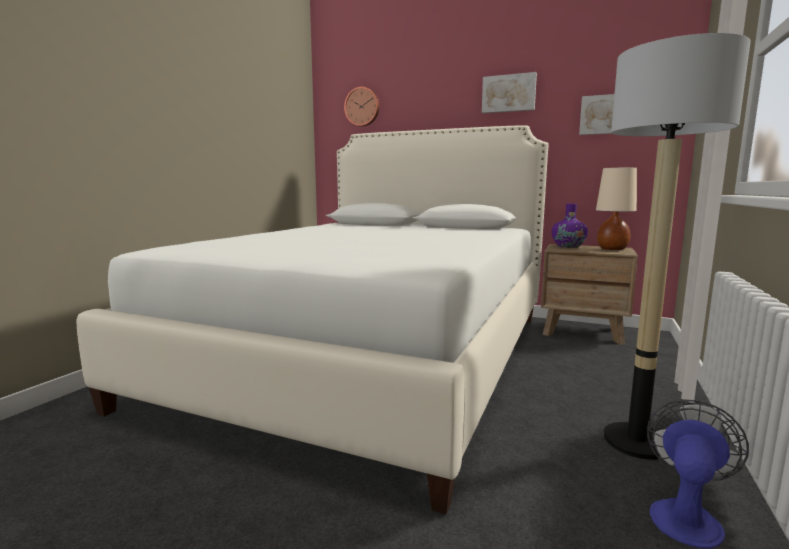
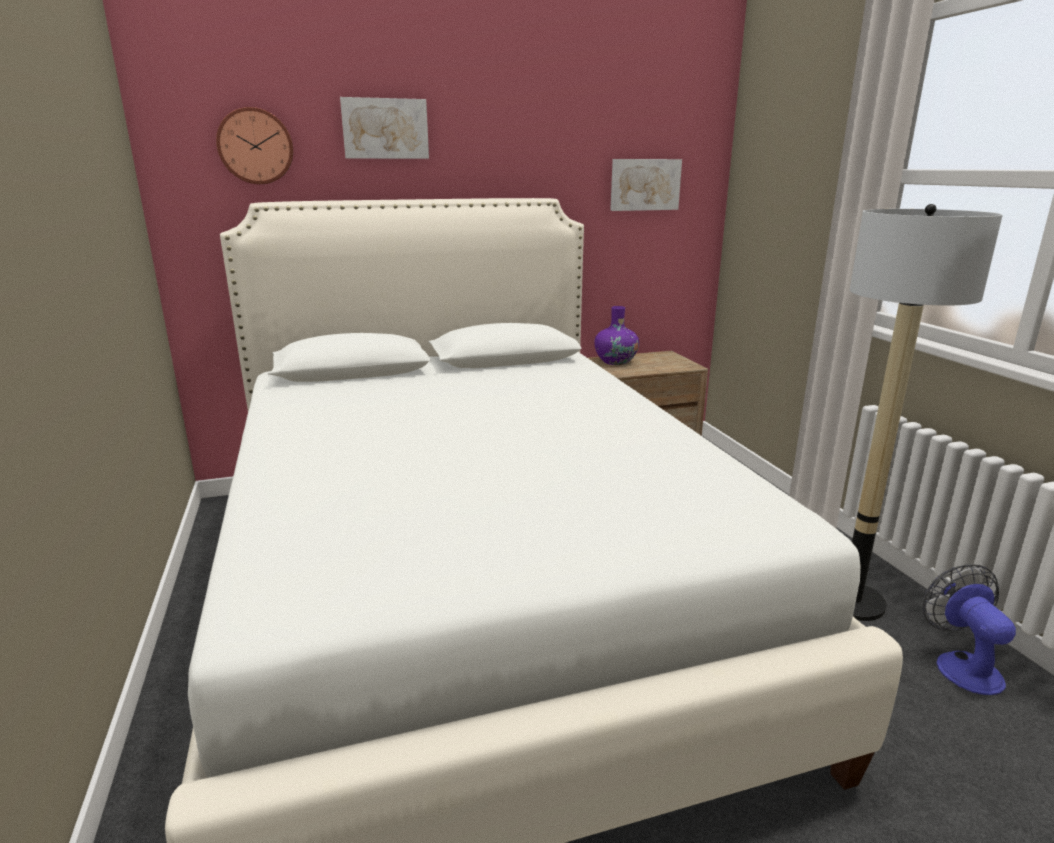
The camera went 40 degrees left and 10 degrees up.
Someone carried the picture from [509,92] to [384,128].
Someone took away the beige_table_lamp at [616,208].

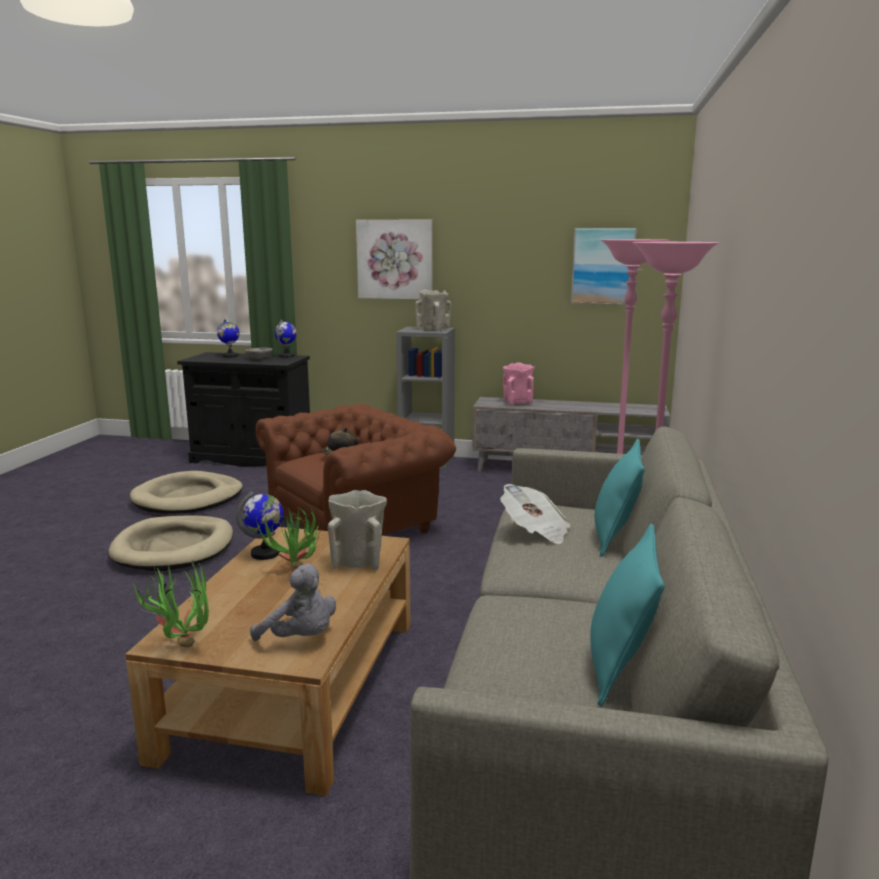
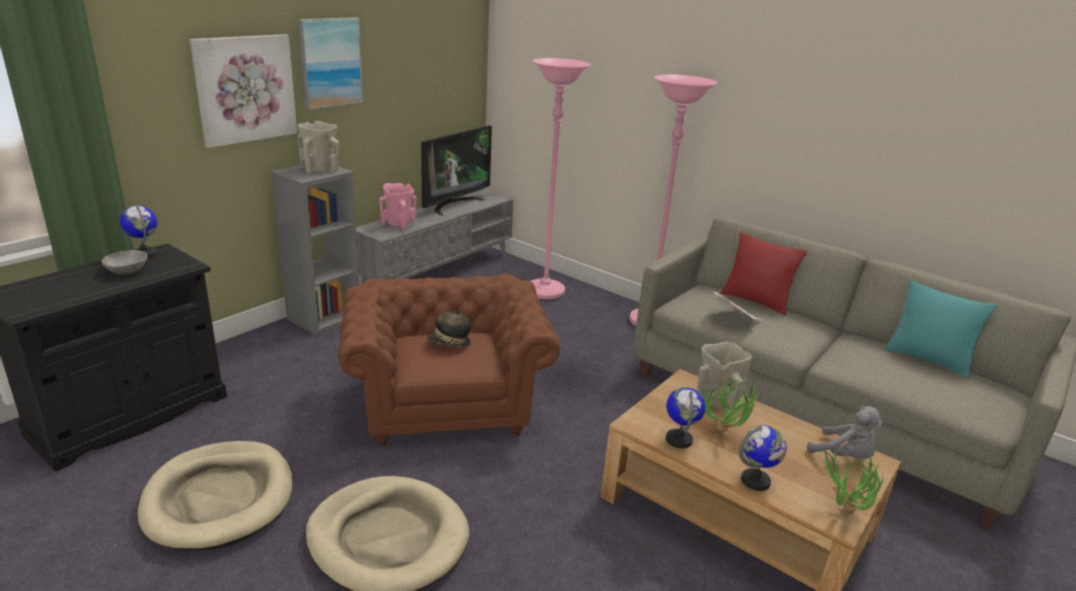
The camera went 65 degrees left and 10 degrees up.
Someone carried the picture from [604,266] to [330,63].
Someone put down the television at [456,170].
Someone repainted the turquoise-coloured_cushion at [620,498], which became the red_cushion at [764,273].
Someone carried the globe from [228,338] to [763,458].
Someone rotated the greyish_plush_toy at [293,602] by 75 degrees clockwise.

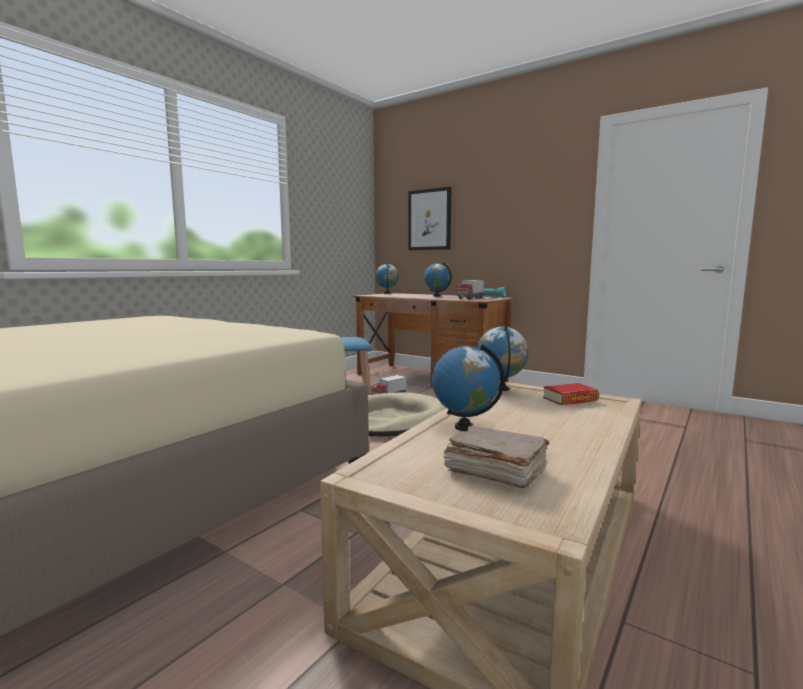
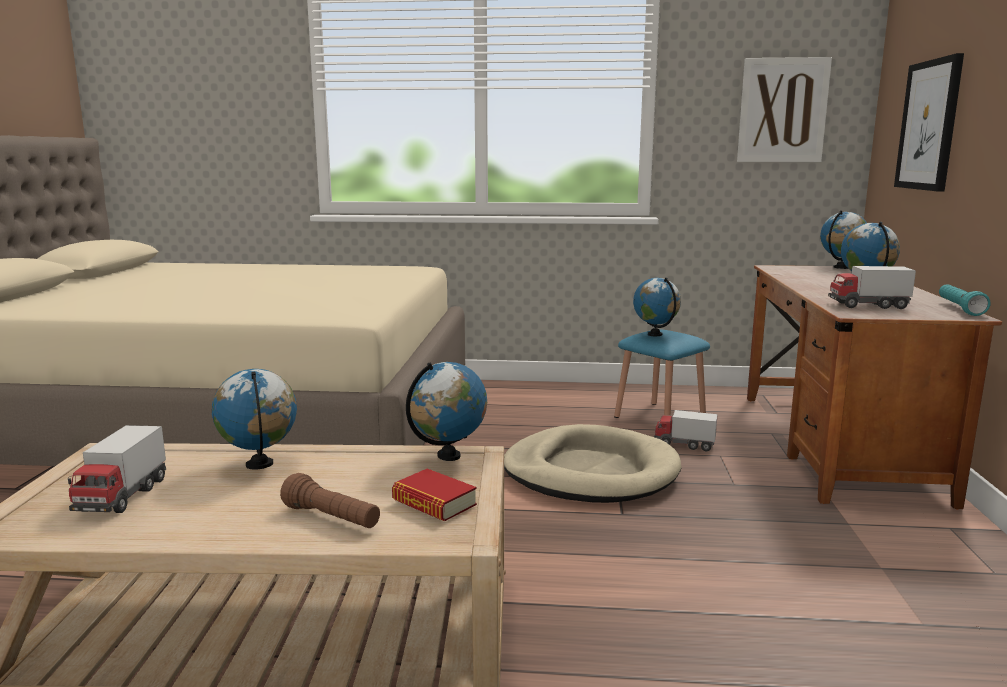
The camera went 60 degrees right and 5 degrees up.
Someone swapped the brown_book at [496,456] for the toy_lorry at [117,469].
Someone put down the brown_flashlight at [330,500].
Someone put down the globe at [657,306].
Someone put up the picture at [784,109].

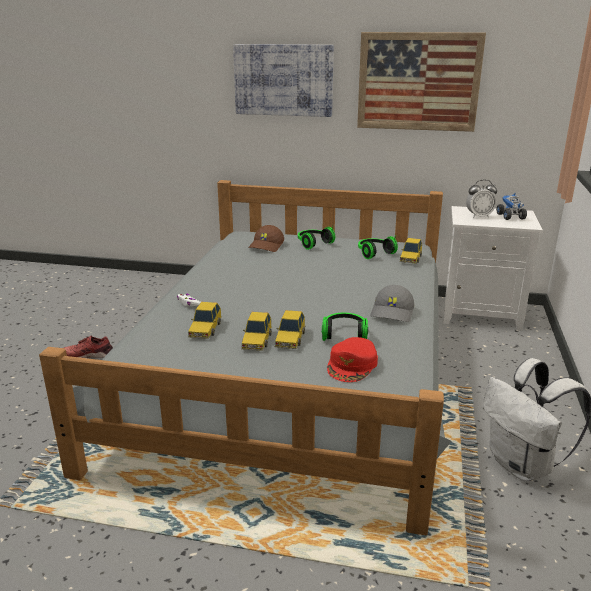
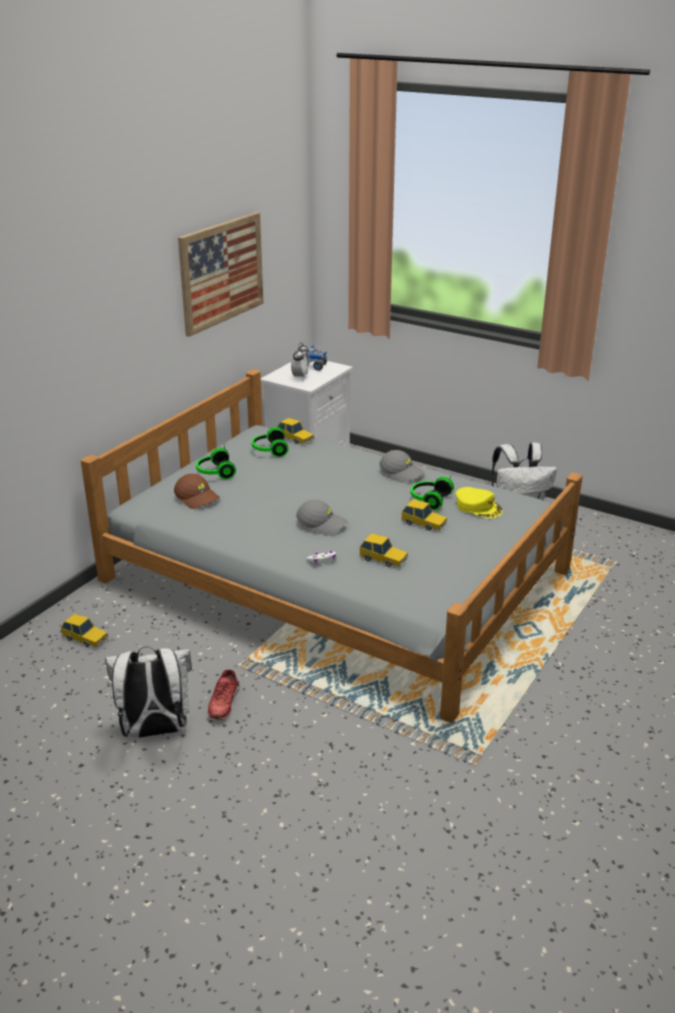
The camera went 70 degrees left and 5 degrees up.
Someone carried the model_car from [256,331] to [85,630].
Someone put down the white_knapsack at [148,692].
Someone put down the greyish_baseball_cap at [321,518].
Someone repainted the red_baseball_cap at [352,359], which became the yellow-coloured_baseball_cap at [479,502].
Someone took away the picture at [283,80].

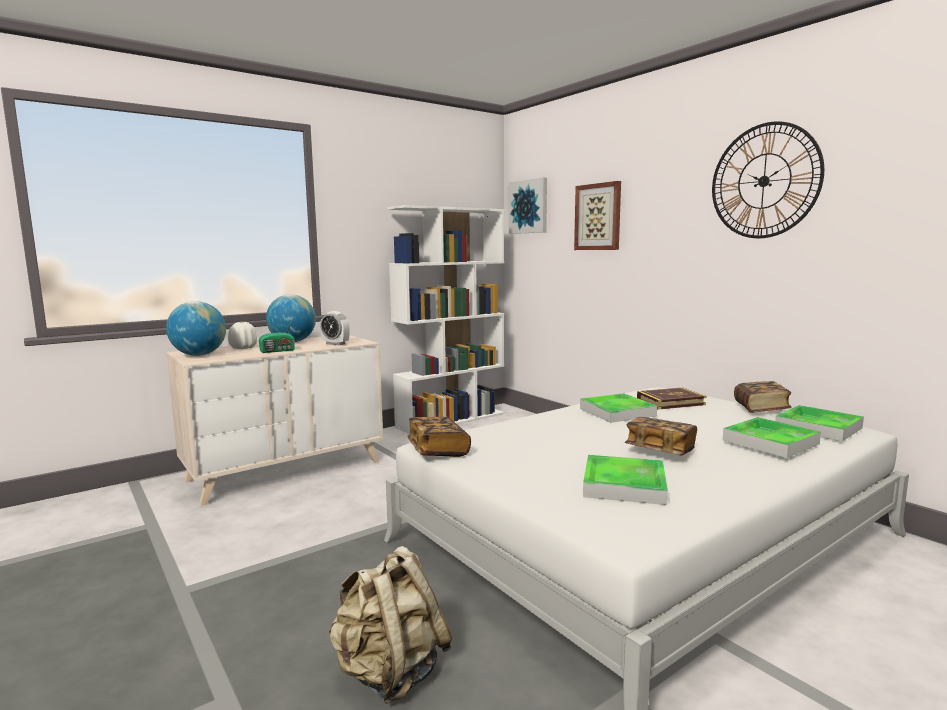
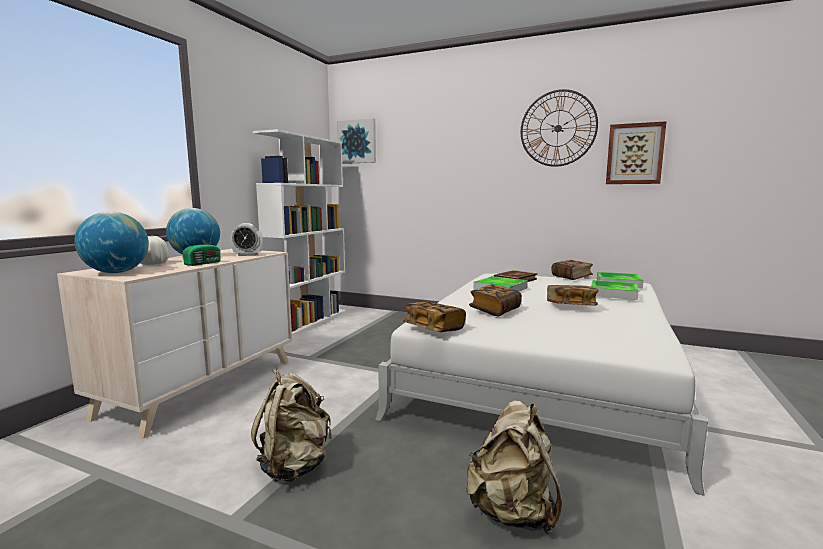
The camera went 30 degrees left and 0 degrees up.
Someone put down the beige_knapsack at [291,425].
Someone put down the book at [495,300].
Someone carried the picture from [597,215] to [636,152].
Someone took away the carrying_tray at [625,480].

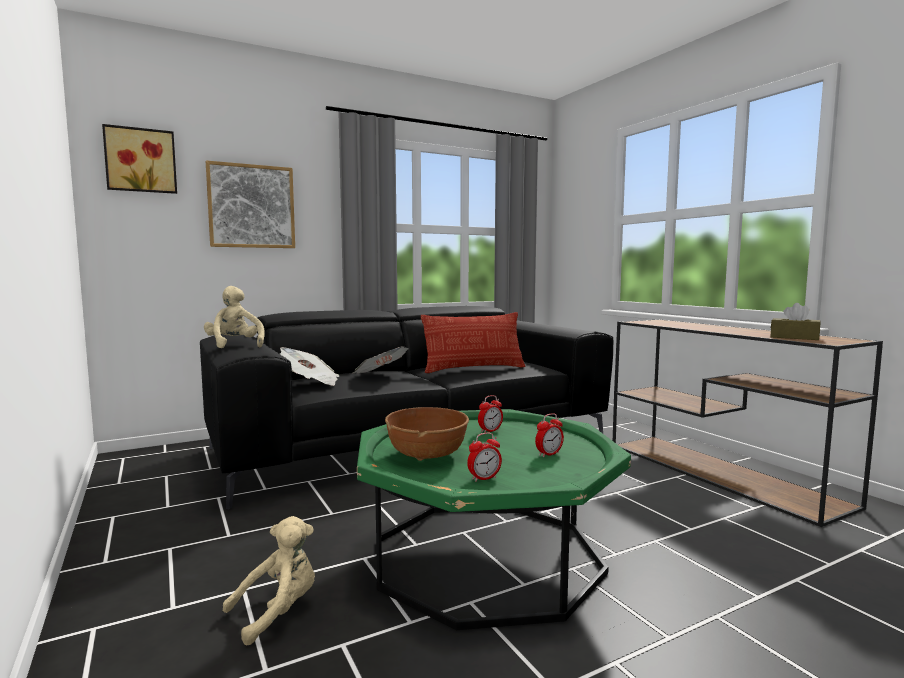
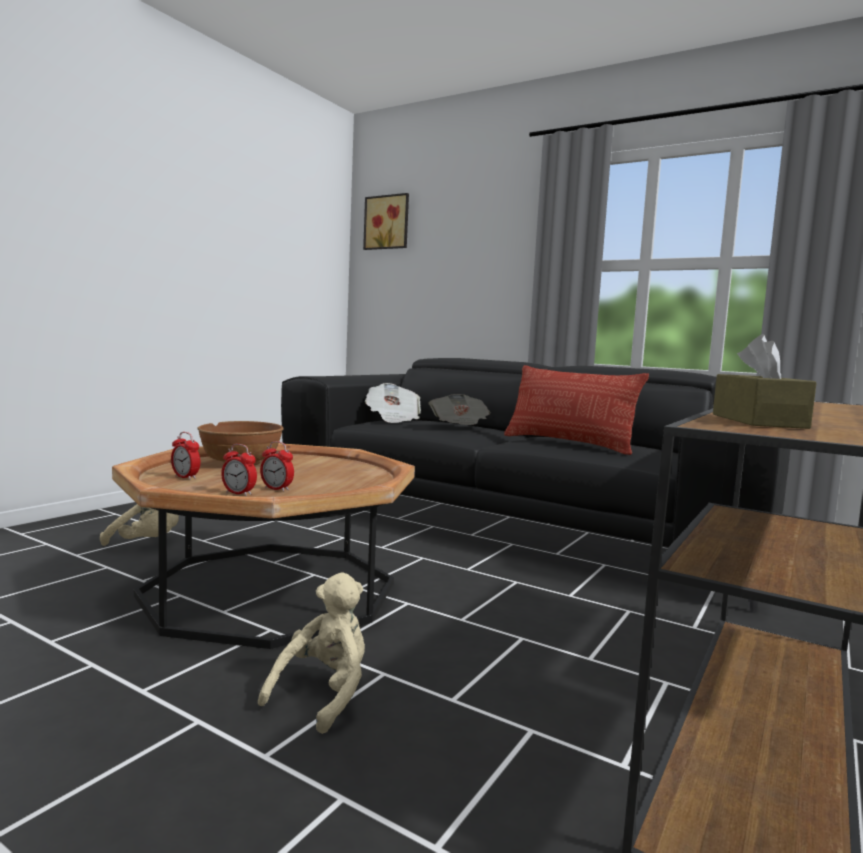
The camera went 60 degrees right and 0 degrees up.
Someone repainted the green_low_table at [494,519], which became the brown_low_table at [263,546].
Someone carried the table_clock from [490,414] to [239,470].
Someone carried the beige_plush_toy from [234,317] to [311,653].
Someone took away the picture at [250,204].

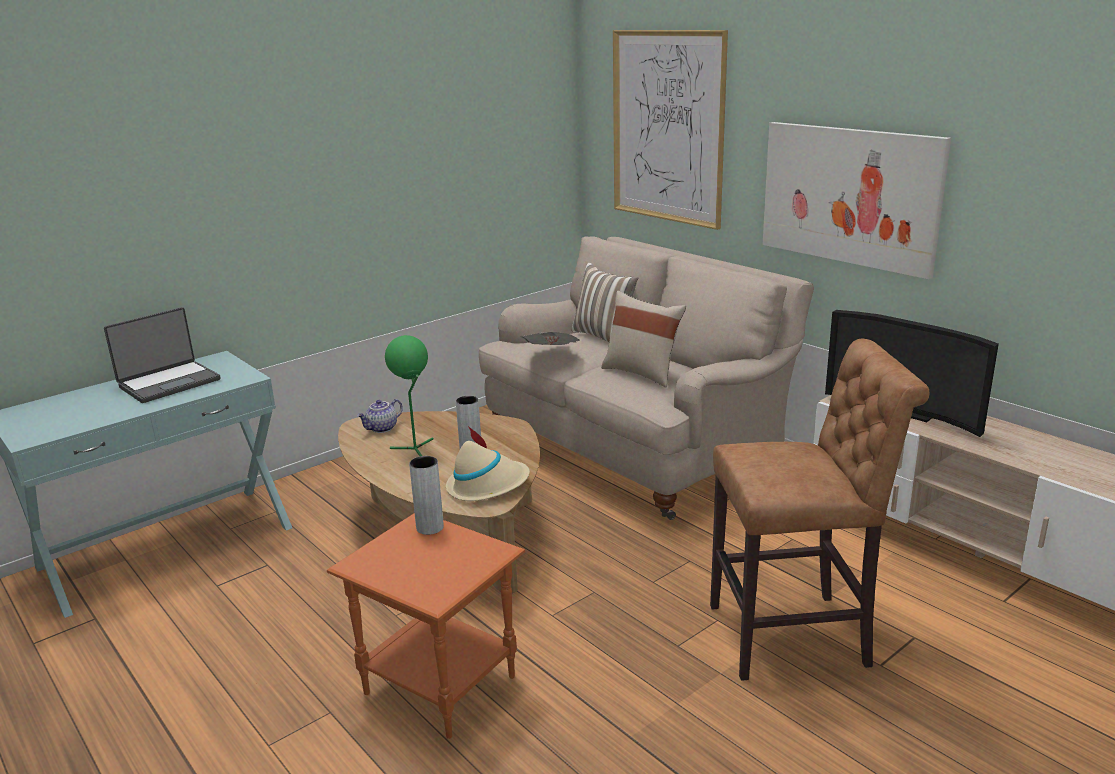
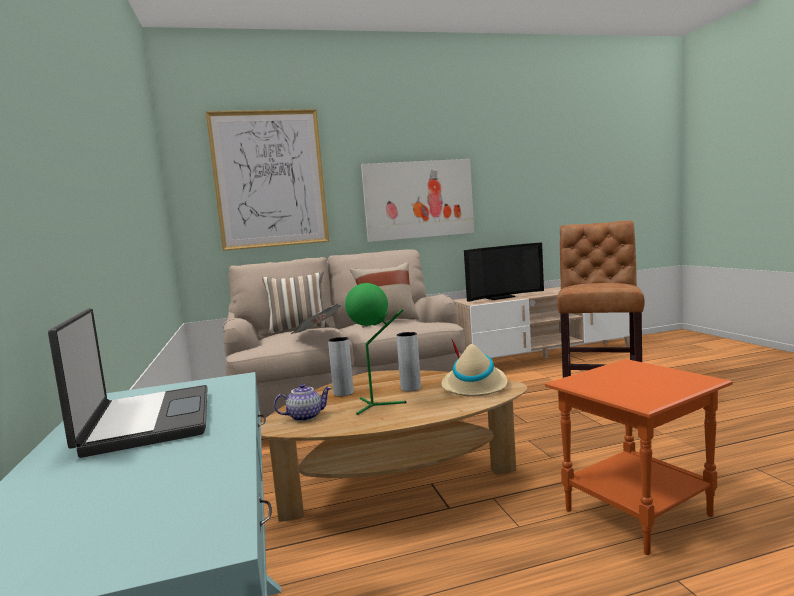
The camera went 65 degrees left and 15 degrees down.
Someone rotated the teapot at [380,416] by 90 degrees counterclockwise.
Someone carried the greyish_flower_vase from [426,495] to [341,366].

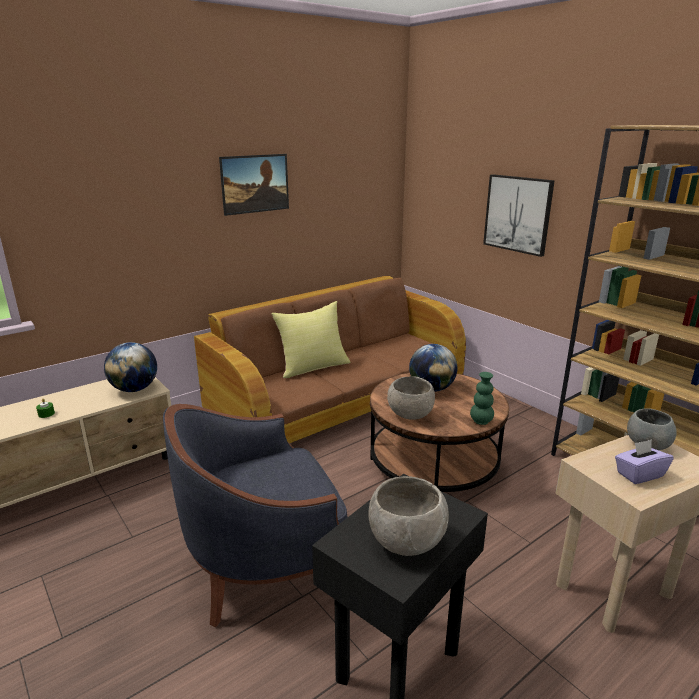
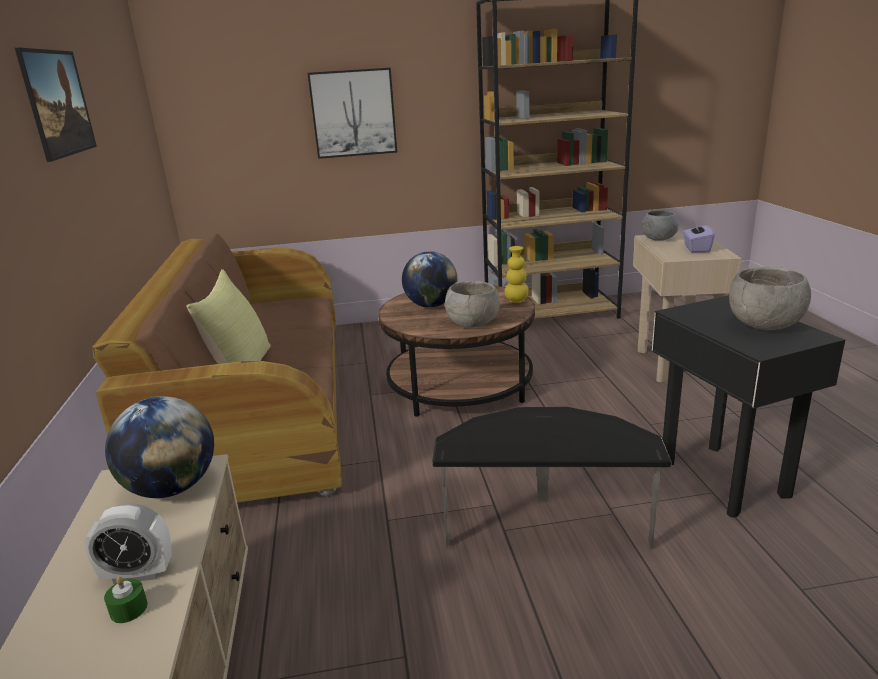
The camera went 60 degrees left and 0 degrees up.
Someone put down the table_clock at [128,543].
Someone swapped the bluish_lounge_chair at [255,515] for the side_table at [552,479].
Someone repainted the green_flower_vase at [482,398], which became the yellow-coloured_flower_vase at [516,274].

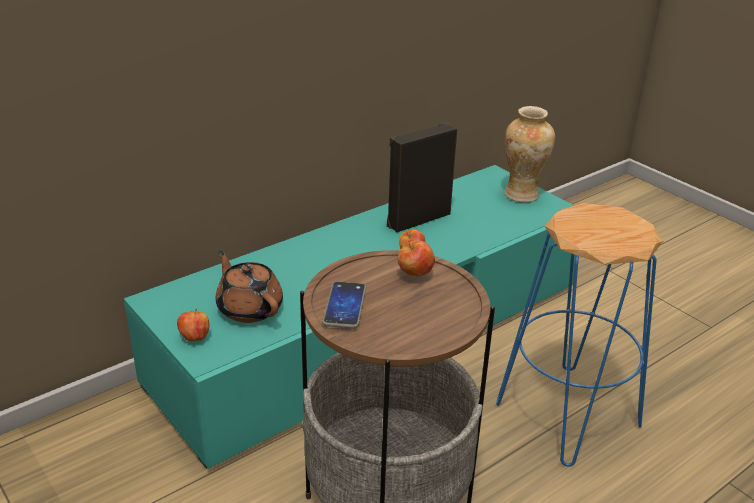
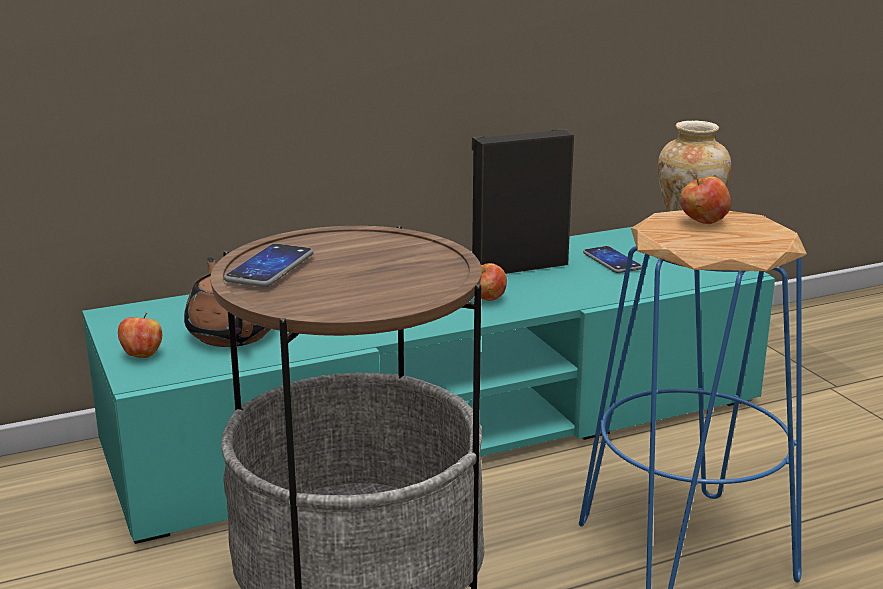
The camera went 15 degrees right and 10 degrees down.
Someone put down the phone at [612,259].
Someone carried the whole_apple from [416,258] to [705,199].

